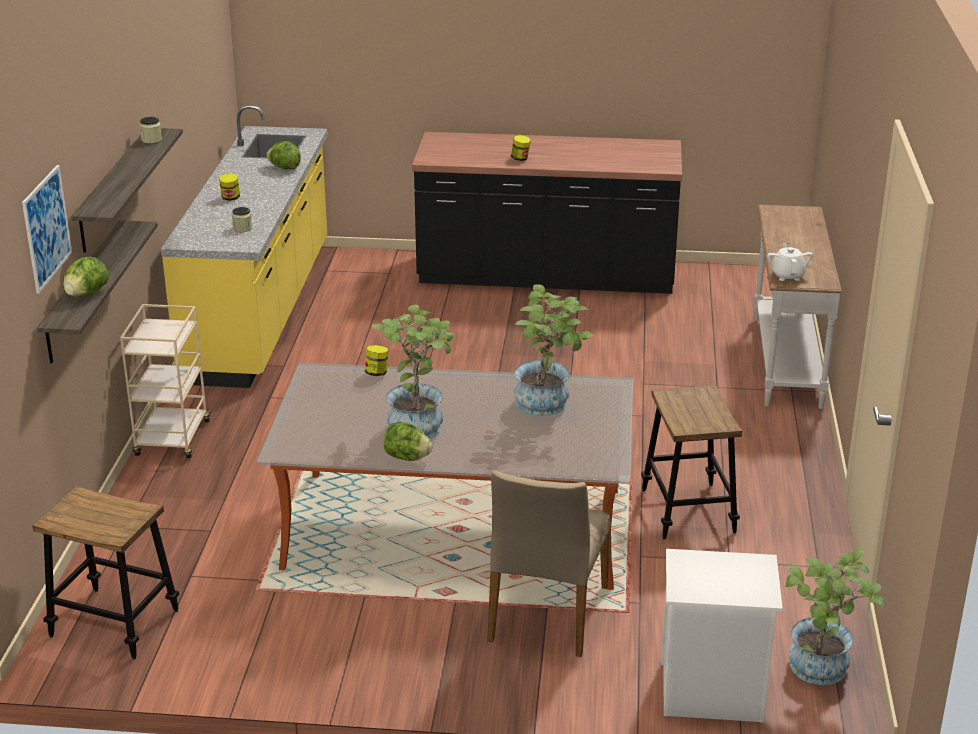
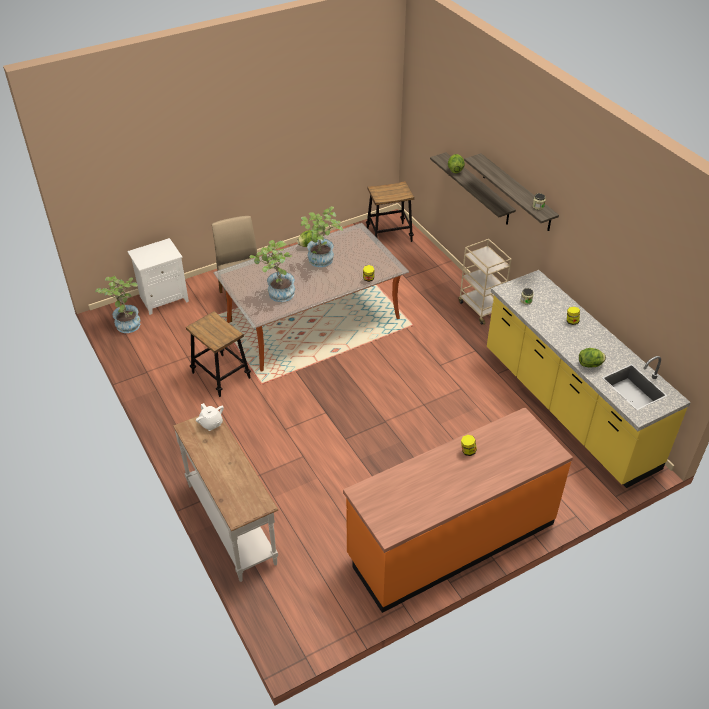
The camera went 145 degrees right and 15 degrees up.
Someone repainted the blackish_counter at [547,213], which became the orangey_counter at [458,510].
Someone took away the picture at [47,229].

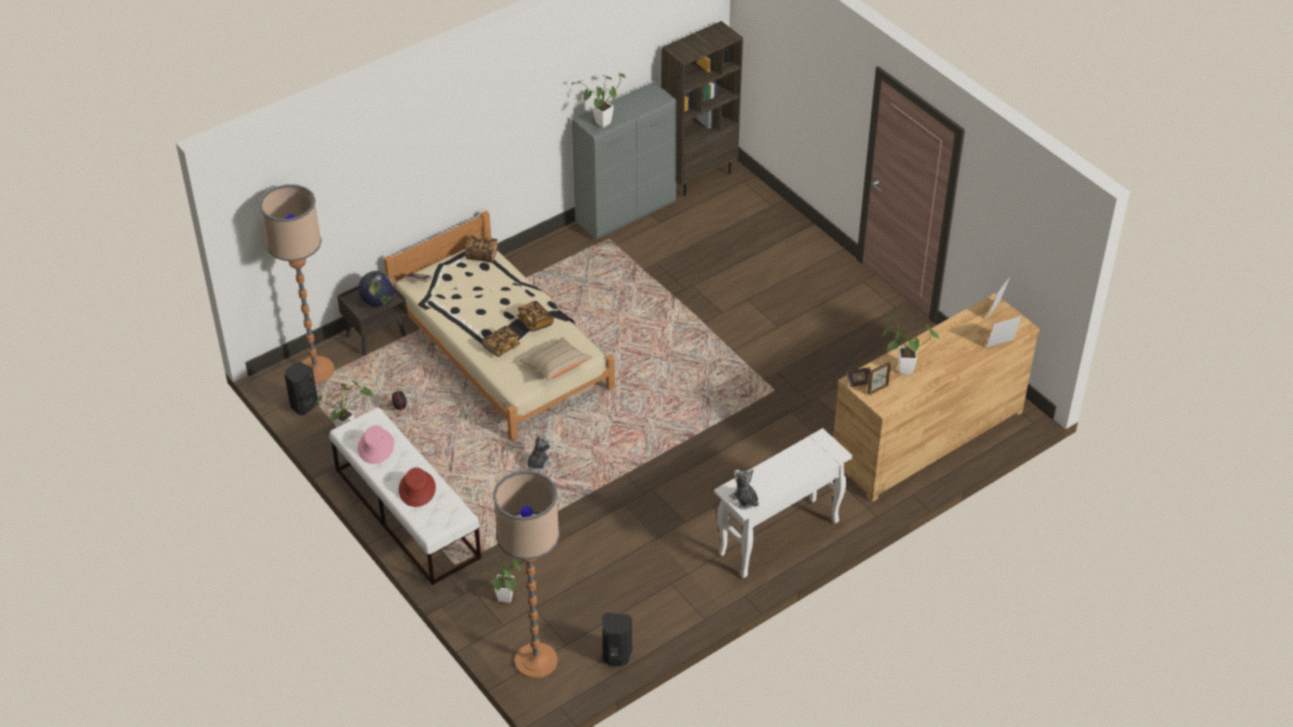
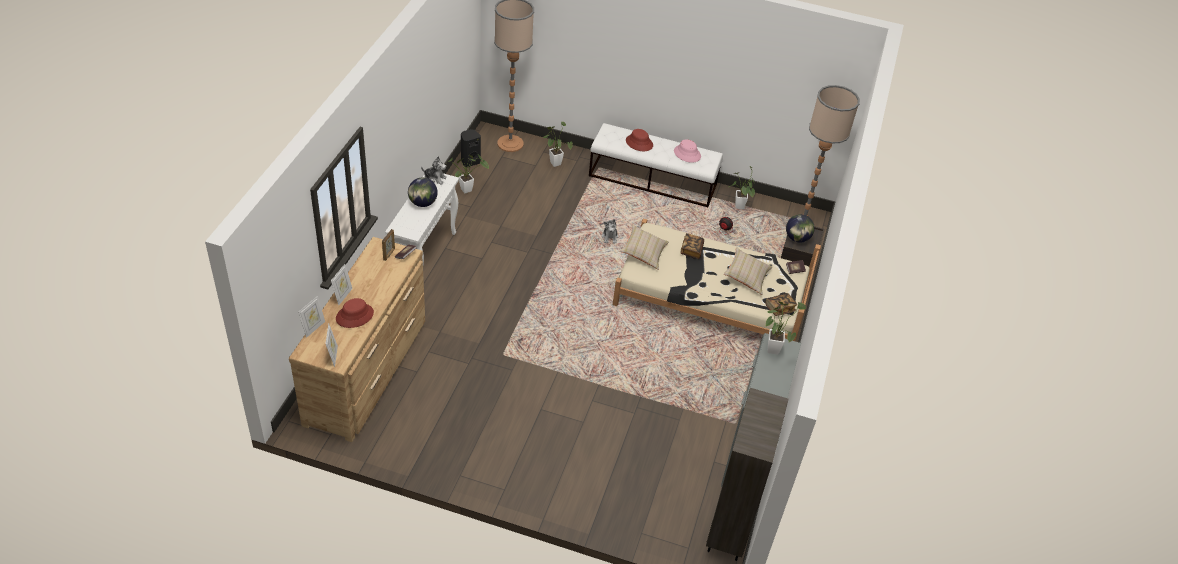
The camera went 140 degrees right and 0 degrees up.
Someone put down the picture_frame at [341,284].
Someone put down the red_wearable_hat at [355,313].
Someone put down the globe at [423,192].
Someone carried the potted_plant from [910,343] to [468,174].
Someone put down the beige_cushion at [748,271].
Someone took away the blackish_loudspeaker at [301,388].
Someone took away the book at [535,316].

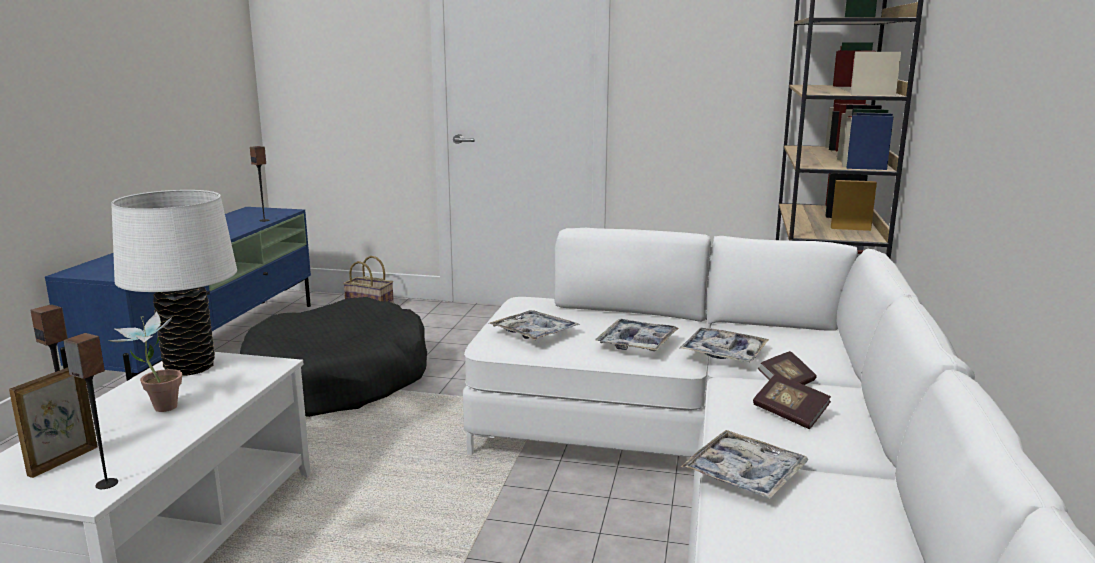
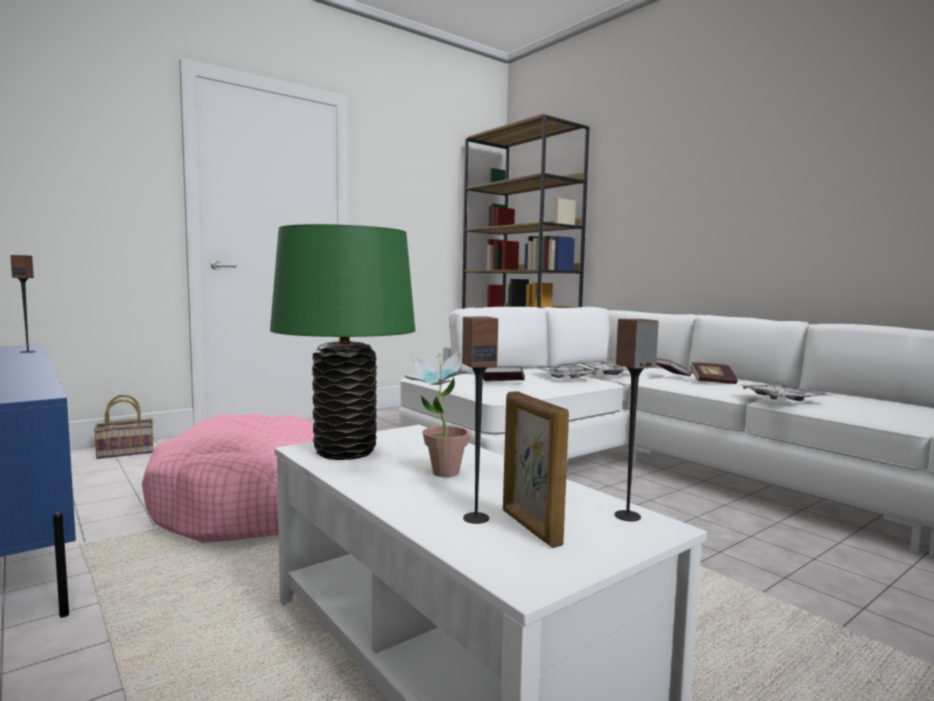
The camera went 50 degrees left and 10 degrees down.
Someone repainted the blackish_dog_bed at [333,357], which became the pink_dog_bed at [228,477].
Someone repainted the white_table_lamp at [174,283], which became the green_table_lamp at [342,342].
Someone swapped the carrying_tray at [534,325] for the book at [504,373].

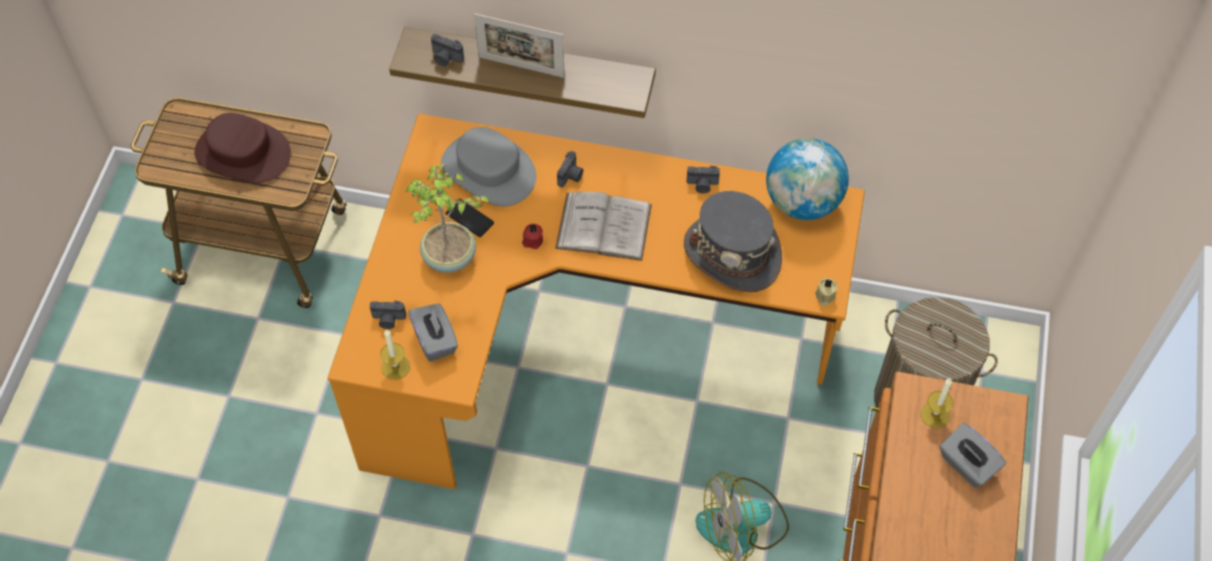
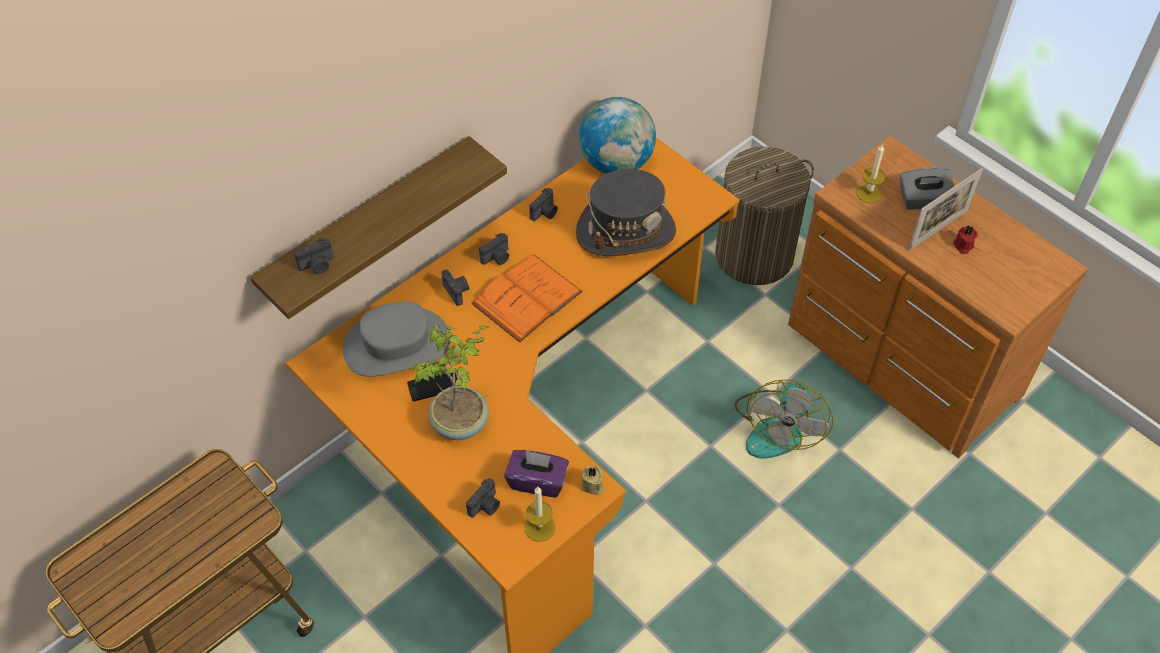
The camera went 55 degrees left and 5 degrees down.
Someone repainted the white_book at [603,226], which became the orangey_book at [526,298].
Someone put down the photo_camera at [494,249].
Someone repainted the greyish_box_of_tissues at [433,332], which became the purple_box_of_tissues at [536,473].
Someone carried the beige_wax_candle from [826,292] to [592,480].
Someone carried the picture_frame from [519,45] to [945,209].
Someone carried the red_wax_candle from [532,236] to [965,239].
Someone took away the brown_wearable_hat at [242,148].

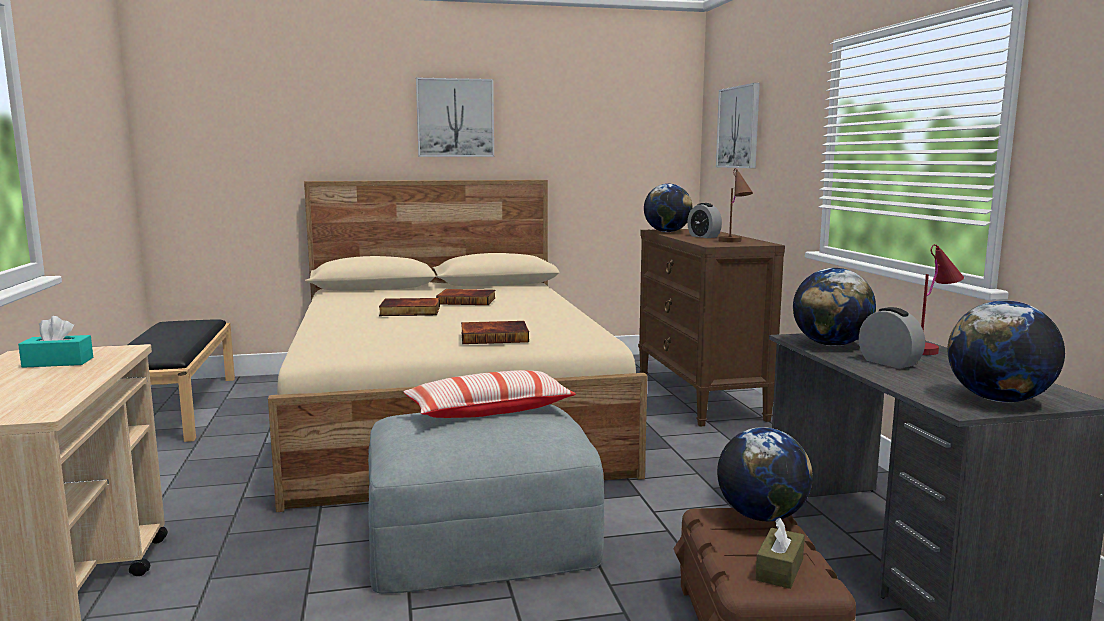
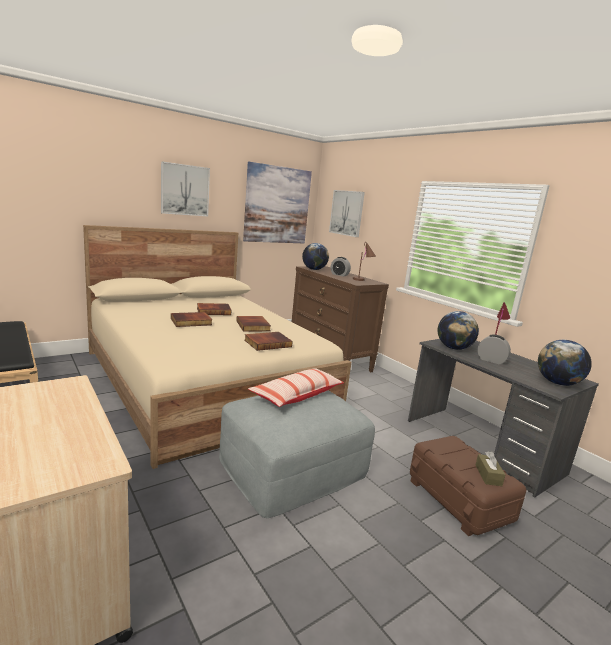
The camera went 25 degrees left and 5 degrees up.
Someone put down the book at [253,324].
Someone put up the picture at [277,202].
Someone took away the turquoise-coloured_box_of_tissues at [55,342].
Someone took away the globe at [765,474].

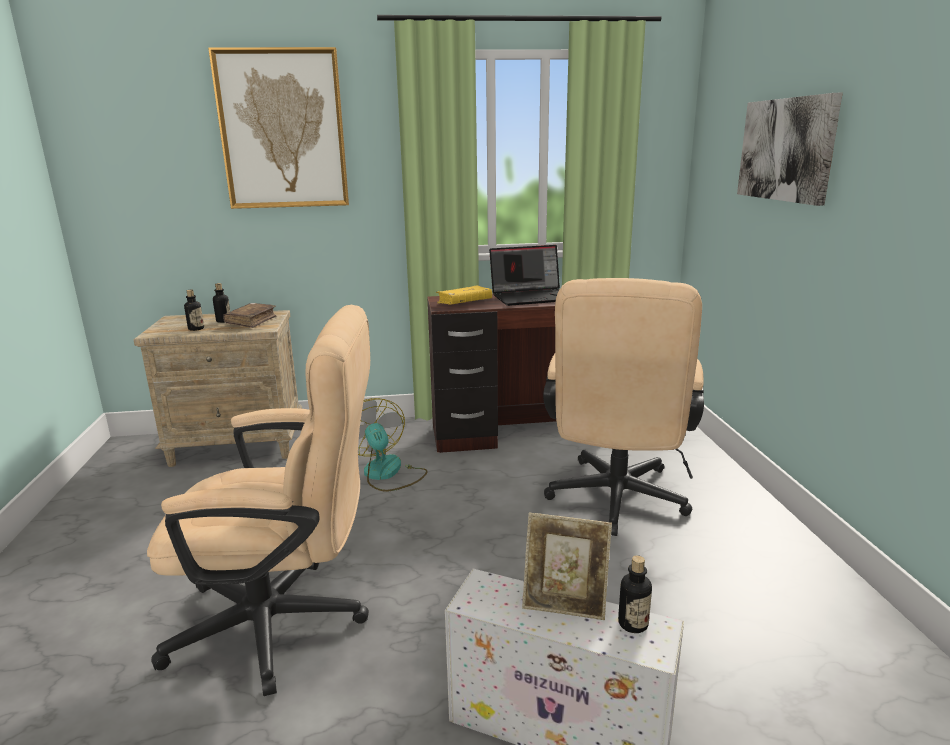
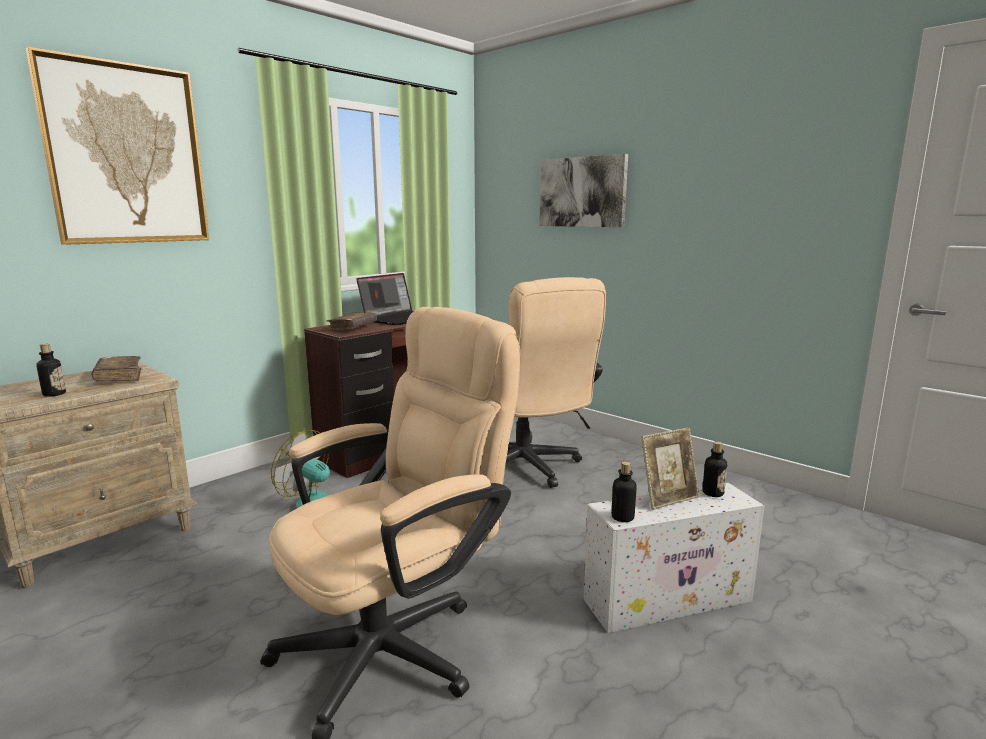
The camera went 40 degrees left and 5 degrees down.
Someone repainted the yellow-coloured_book at [464,295], which became the brown_book at [352,322].
Someone carried the beverage_bottle from [221,303] to [624,492].

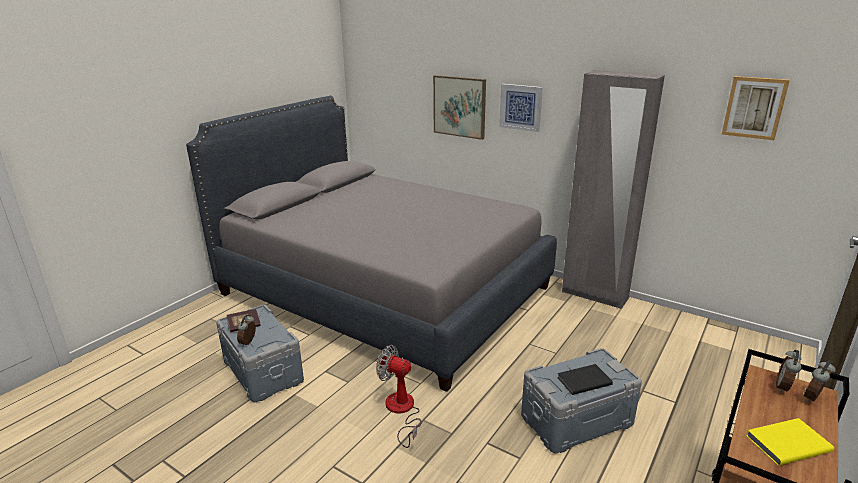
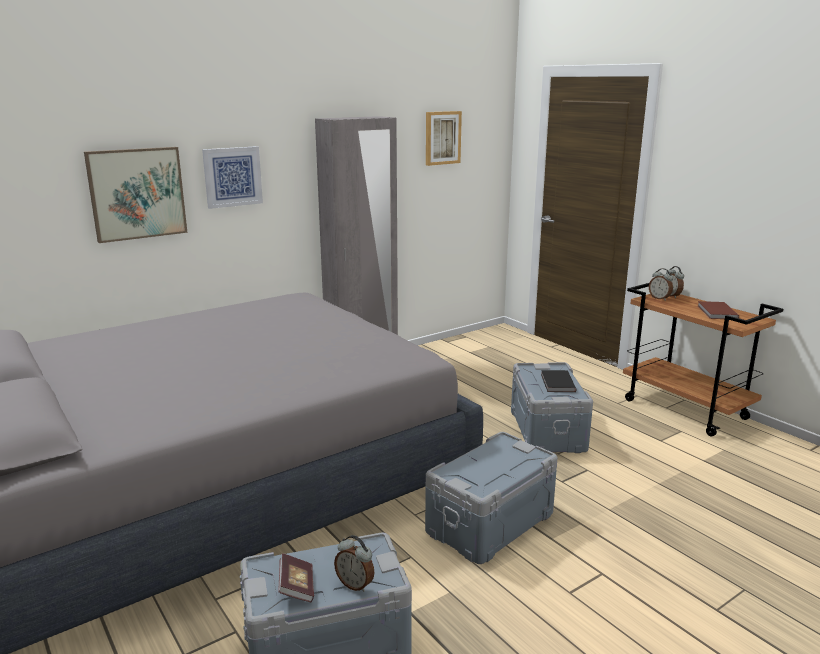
The camera went 70 degrees left and 5 degrees down.
Someone swapped the fan at [398,396] for the greyish_storage_bin at [491,498].
Someone repainted the yellow-coloured_book at [790,442], which became the brown_book at [718,310].

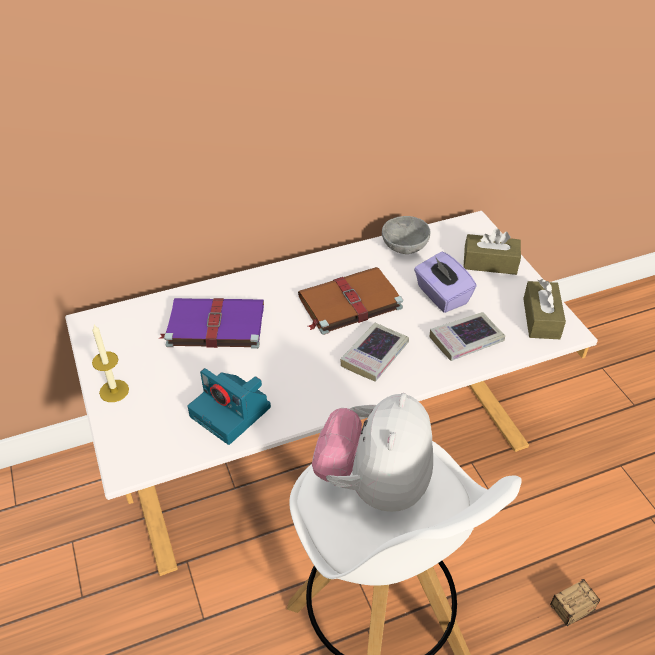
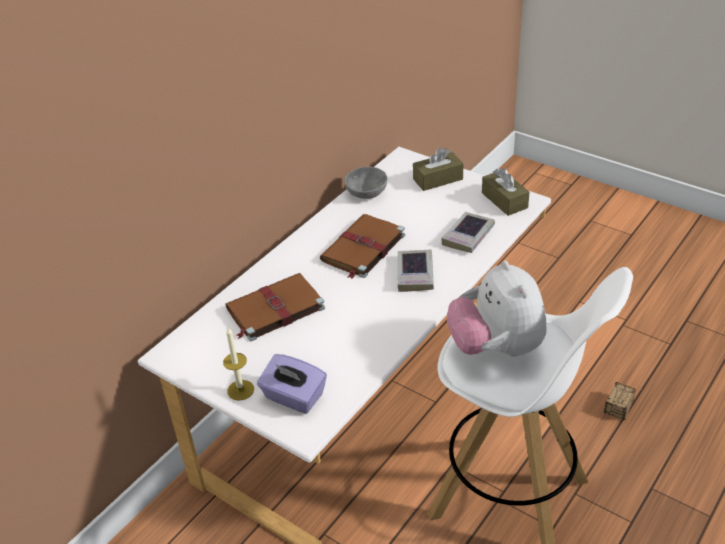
The camera went 30 degrees left and 5 degrees down.
Someone repainted the purple_book at [211,323], which became the brown_book at [275,307].
Someone carried the purple_box_of_tissues from [445,282] to [292,384].
Someone took away the photo_camera at [229,406].

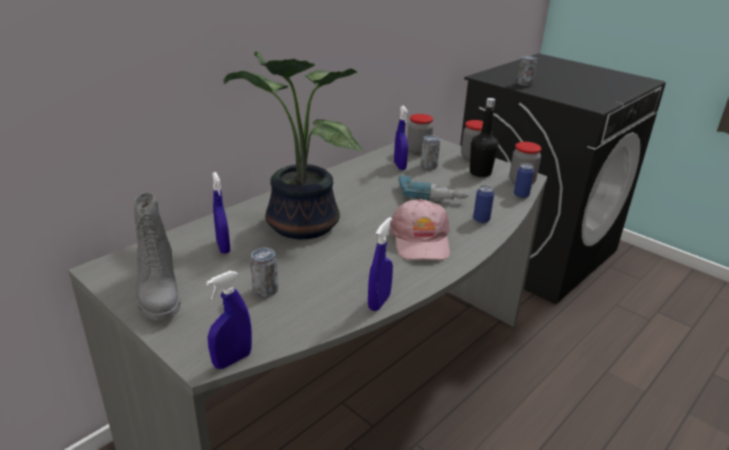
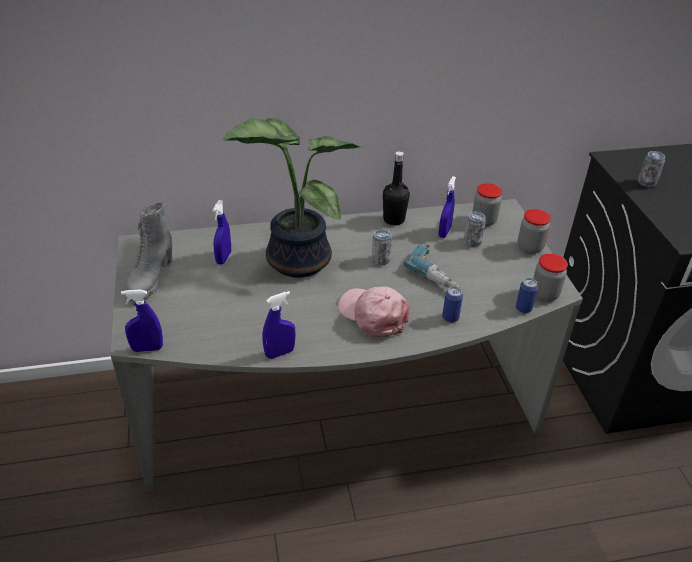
The camera went 35 degrees right and 10 degrees up.
Someone rotated the pink_baseball_cap at [420,229] by 105 degrees clockwise.
Someone carried the metal_can from [264,272] to [381,247].
Someone carried the blackish_beverage_bottle from [484,137] to [396,188].

